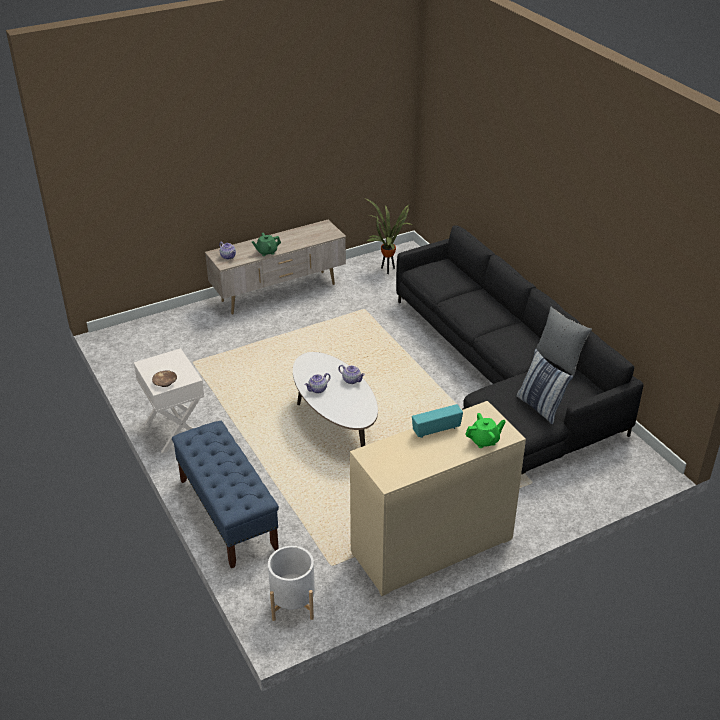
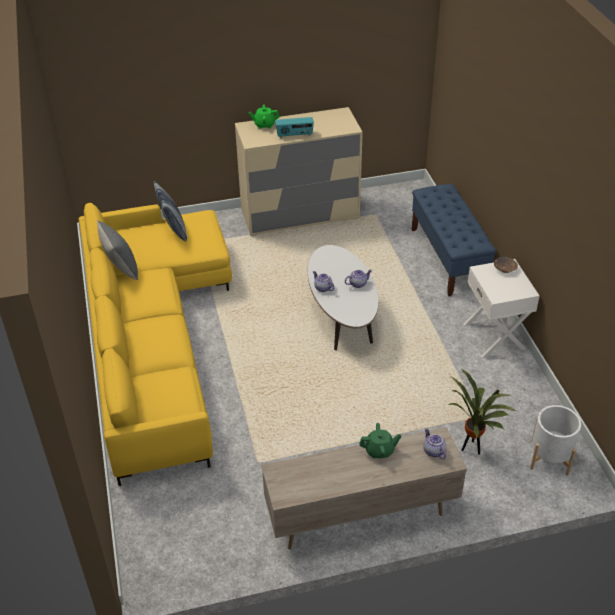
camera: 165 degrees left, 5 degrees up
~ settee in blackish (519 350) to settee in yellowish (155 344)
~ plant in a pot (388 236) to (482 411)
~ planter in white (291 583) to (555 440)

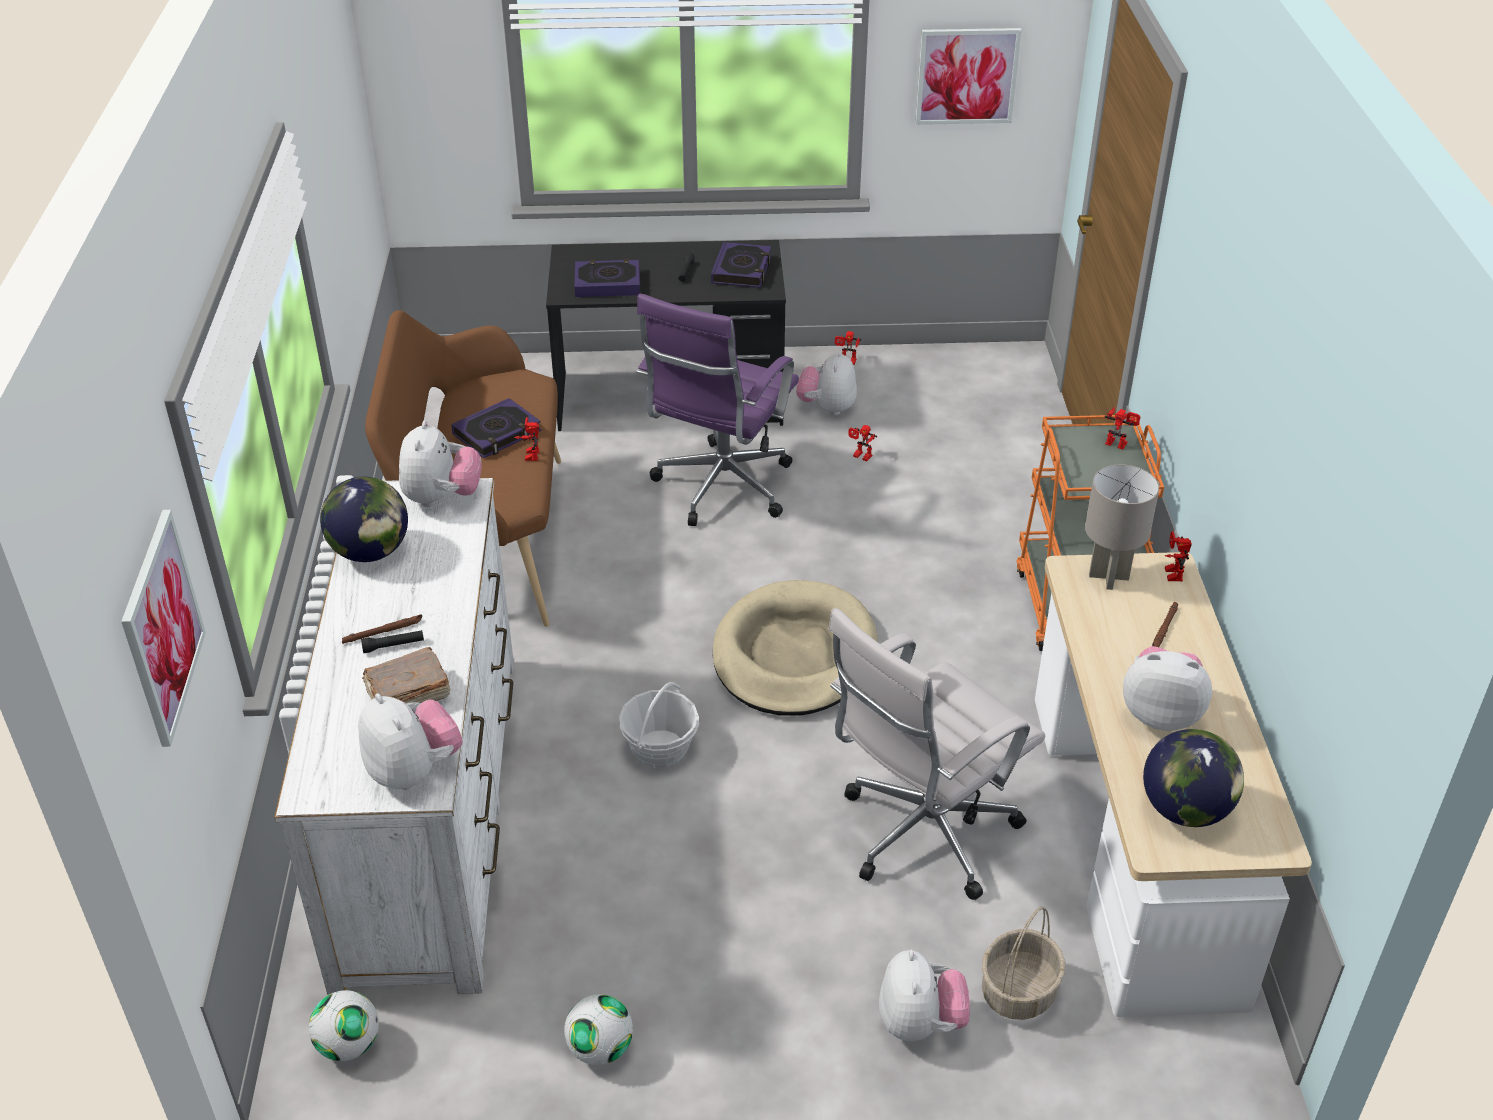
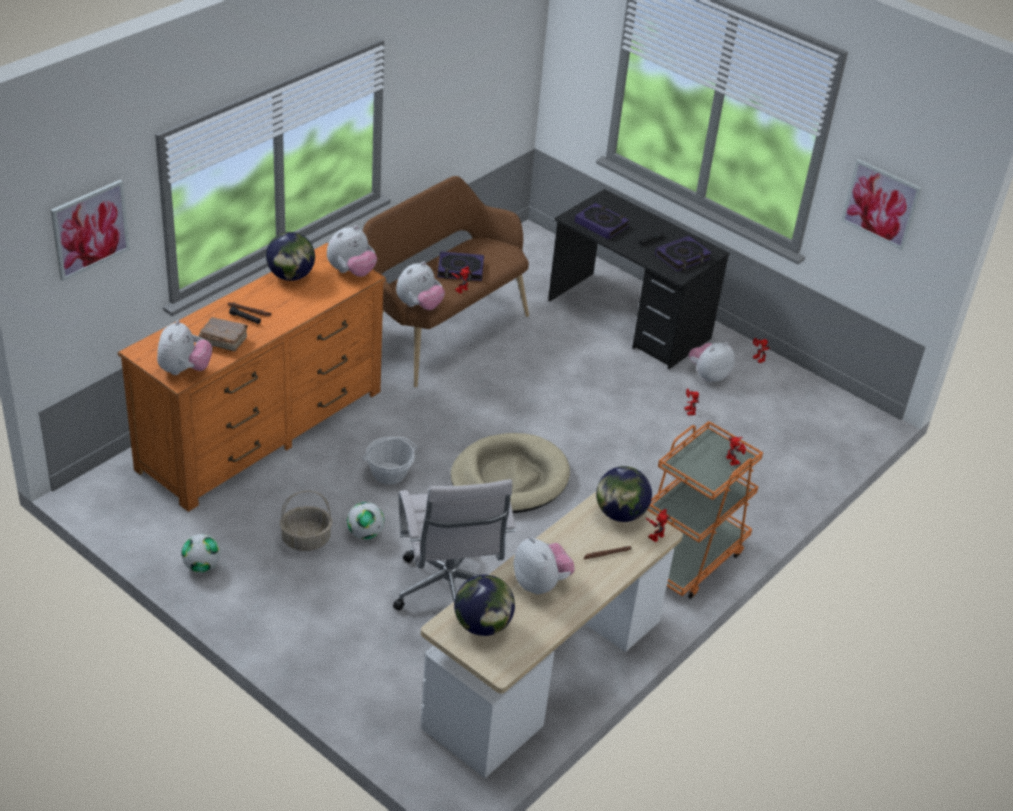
camera: 40 degrees right, 0 degrees up
~ chest of drawers in white (394 736) to chest of drawers in orange (251 377)
~ household basket (1023 963) to (306 521)
~ ball for football (344 1025) to (365 520)
~ computer chair in white (936 754) = (454 545) 105 degrees counterclockwise
~ soft toy (924 995) to (420 285)
~ tabletop lamp in grey (1122 527) to world globe (624 494)
- computer chair in purple-coloured (718 409)

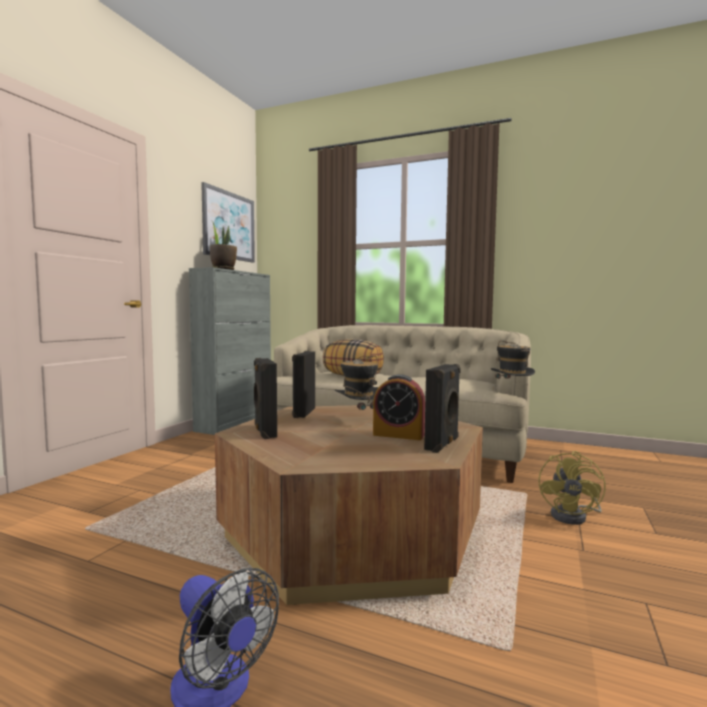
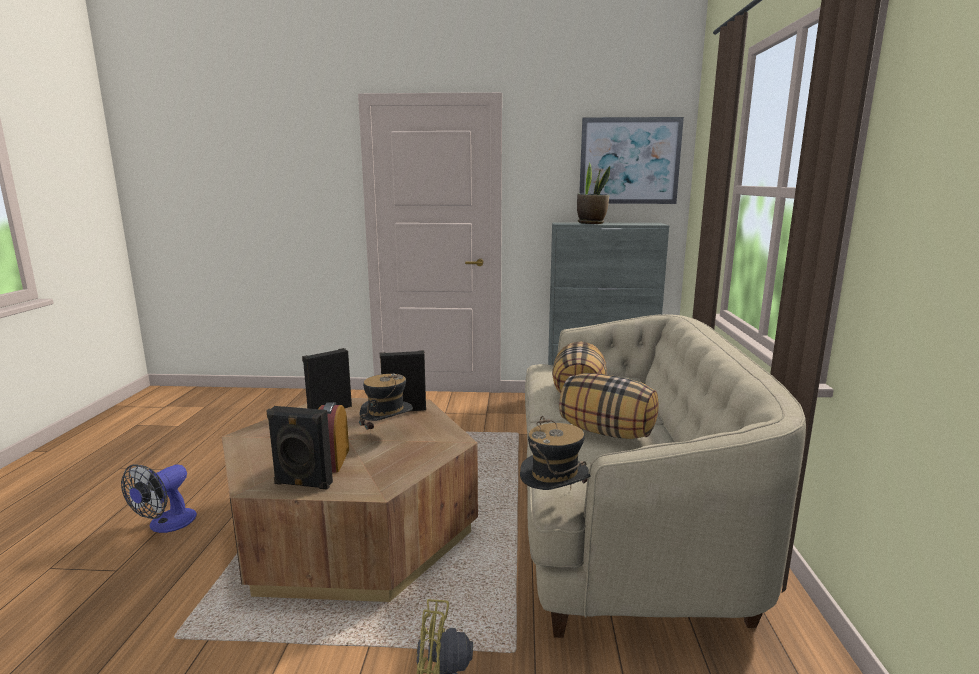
camera: 70 degrees right, 10 degrees up
+ pillow (609 406)

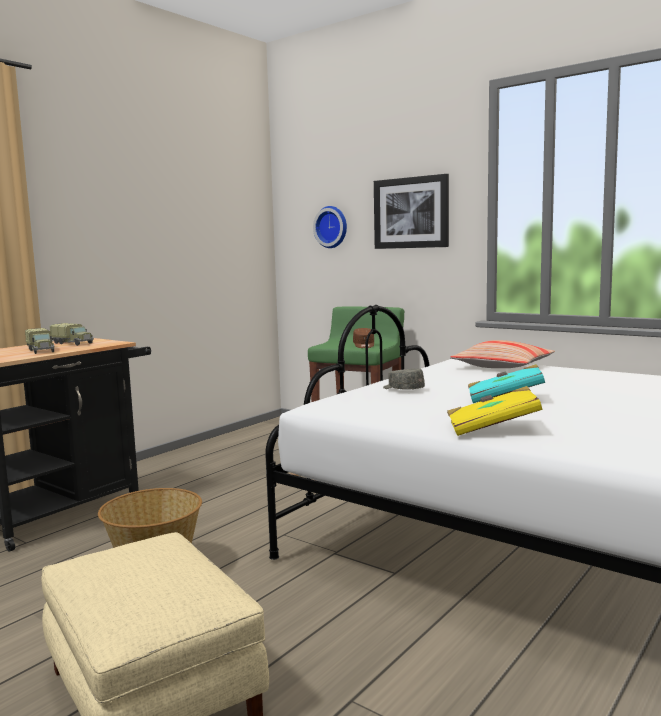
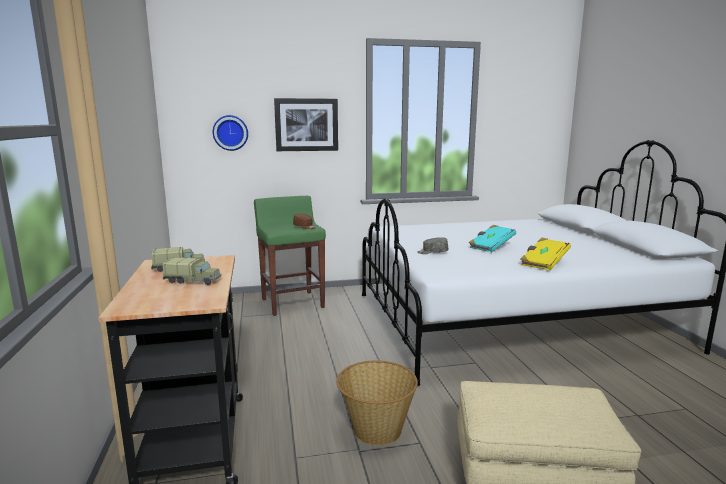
camera: 50 degrees left, 5 degrees up
- pillow (502 354)

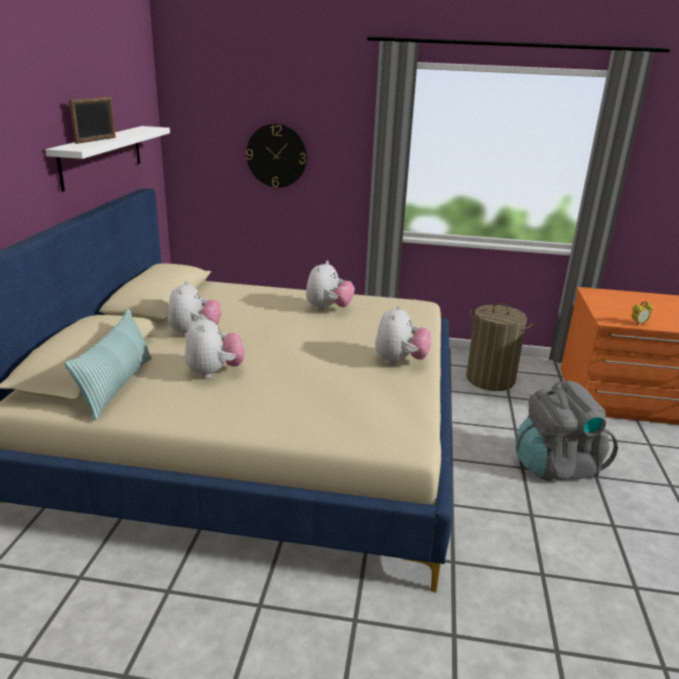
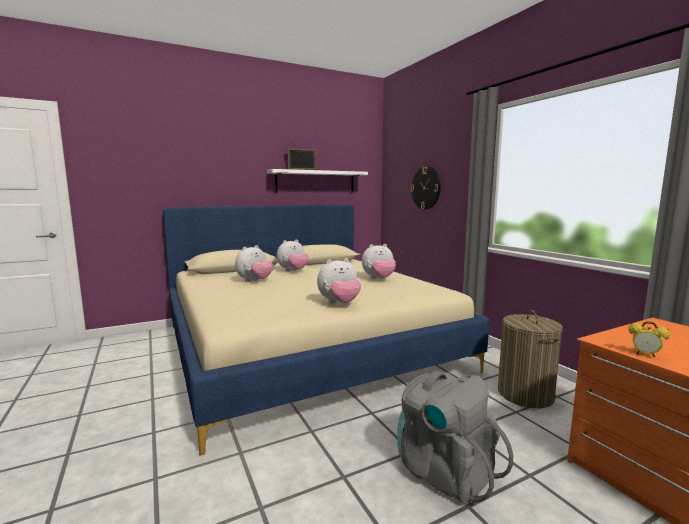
camera: 55 degrees right, 15 degrees down
- pillow (108 364)

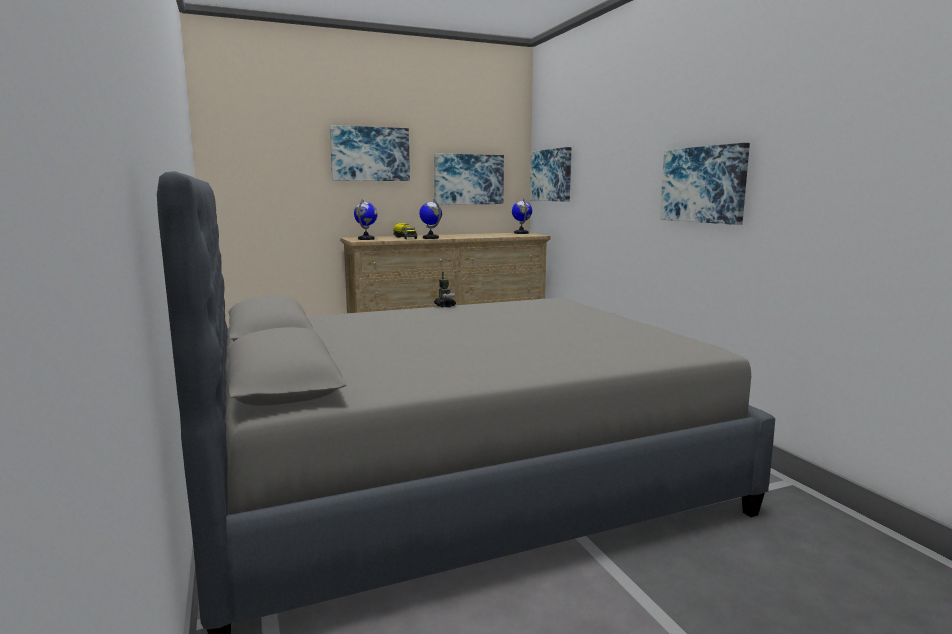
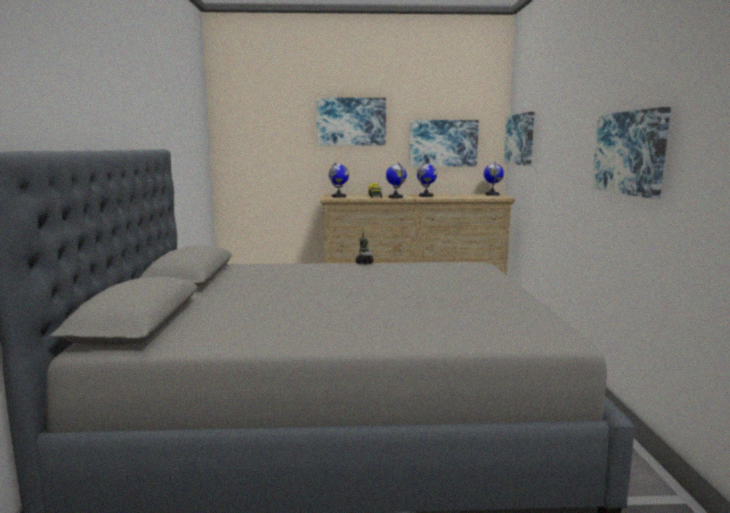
camera: 20 degrees right, 0 degrees up
+ world globe (427 179)

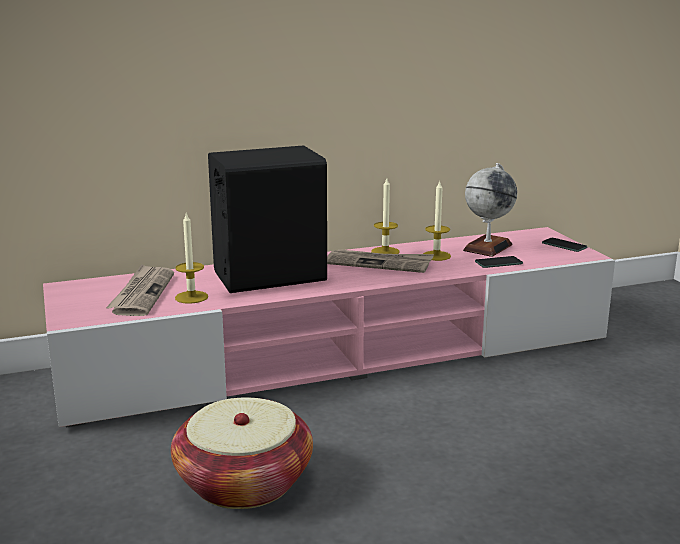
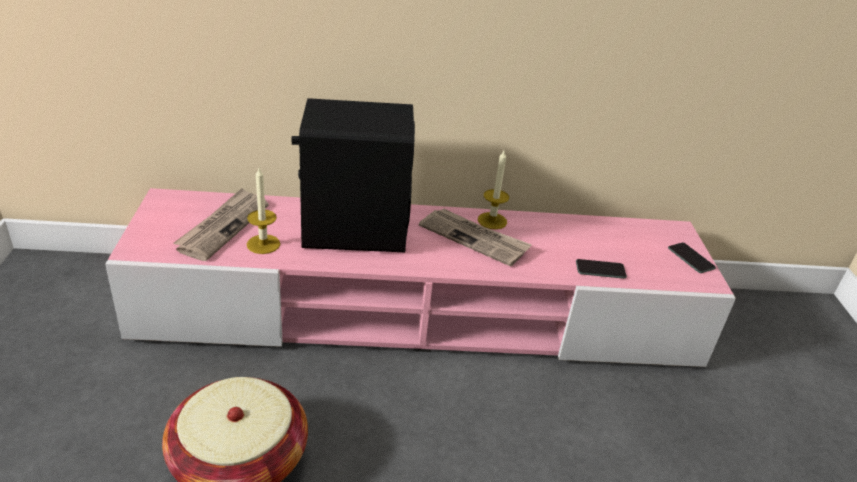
camera: 15 degrees right, 15 degrees up
- wax candle (437 220)
- world globe (490 210)

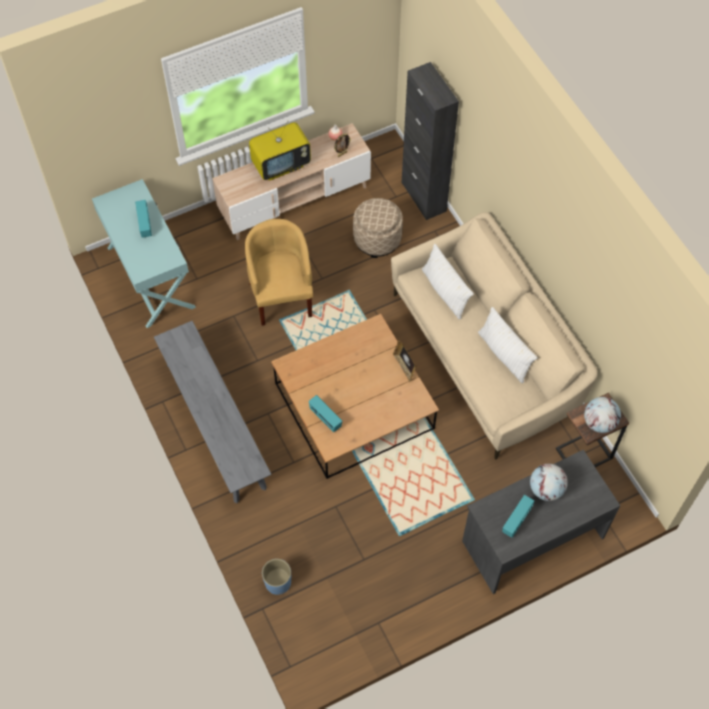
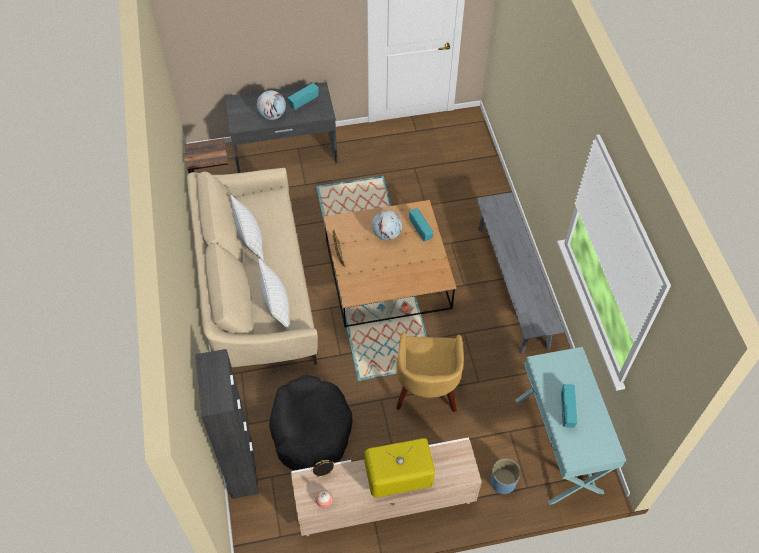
camera: 165 degrees left, 5 degrees down
~ footrest in beige-coloured (378 228) to dog bed in blackish (310 423)
~ world globe (602 415) to (387 225)
~ planter in blue (276 577) to (506 476)

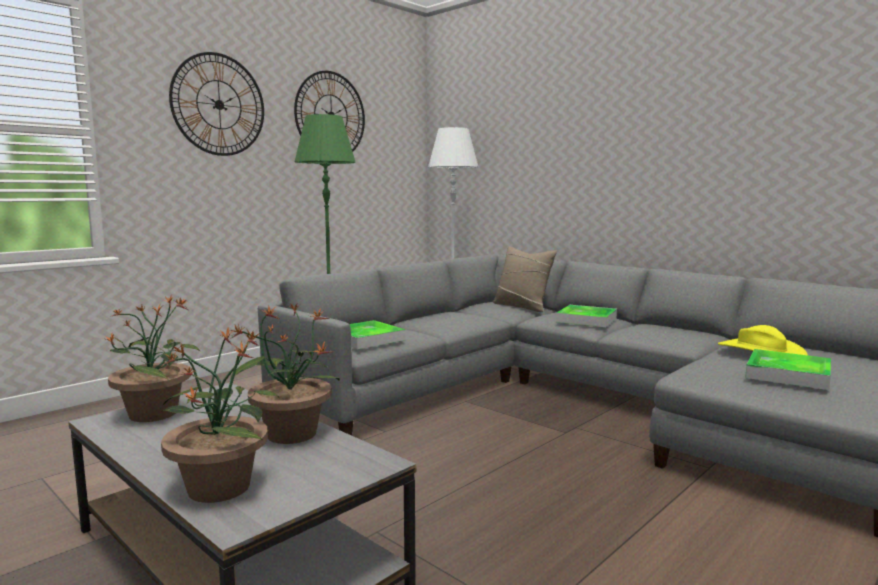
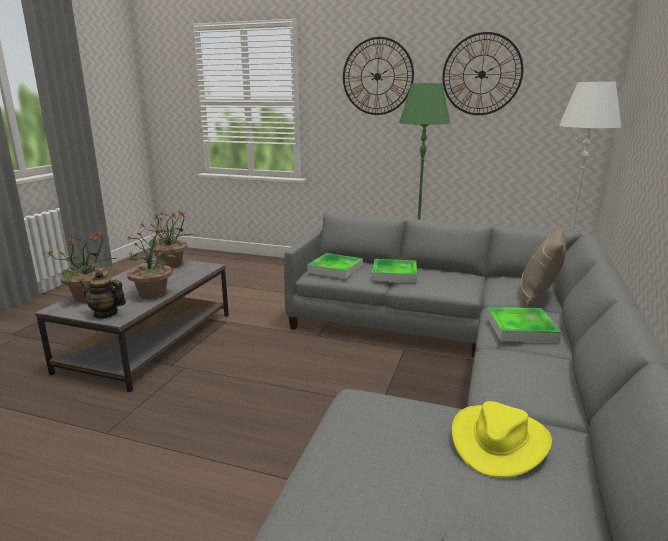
camera: 65 degrees right, 10 degrees up
+ teapot (102 295)
~ serving tray (788 369) to (394 271)

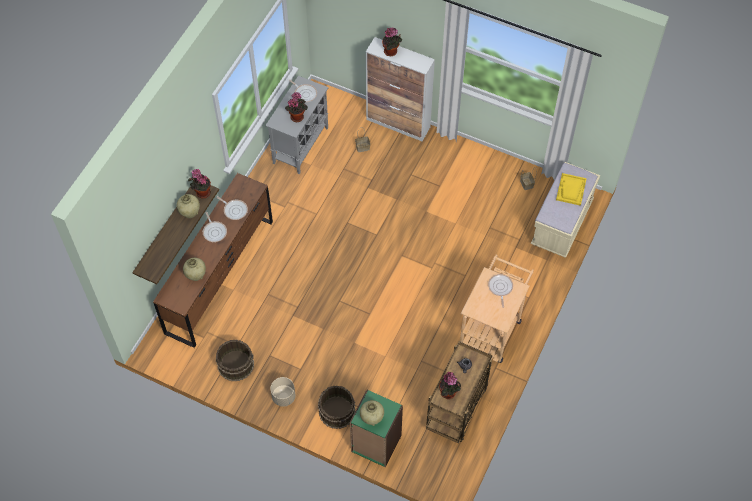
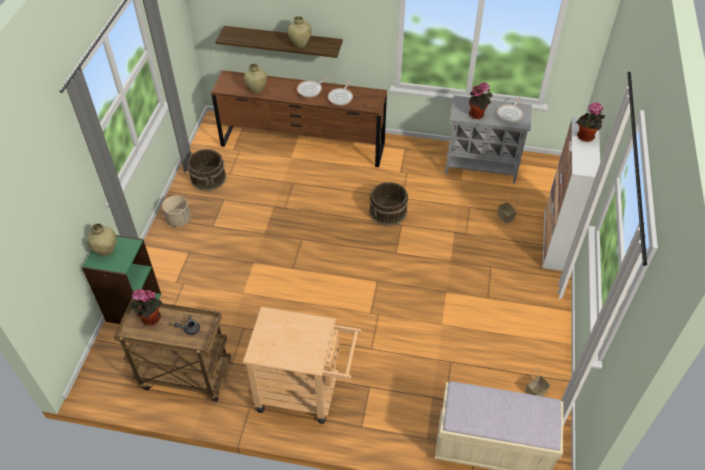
camera: 75 degrees right, 10 degrees down
~ bucket in brown-coloured (336 407) to (388 204)
- plant in a pot (199 183)
- skillet (500 291)
- serving tray in yellowish (571 189)

